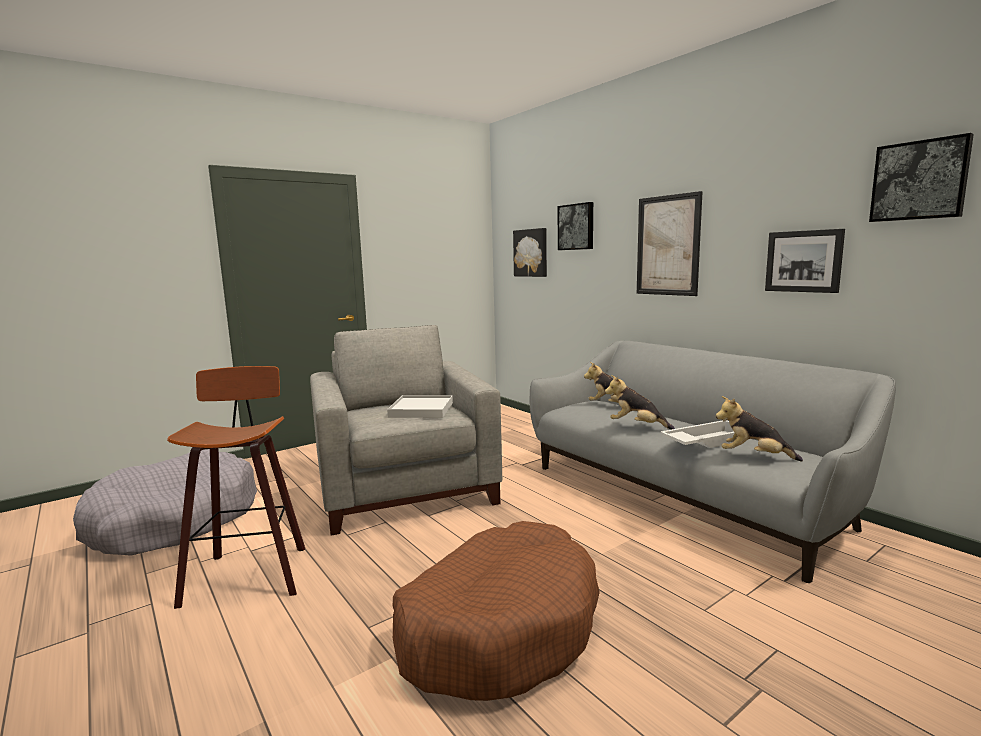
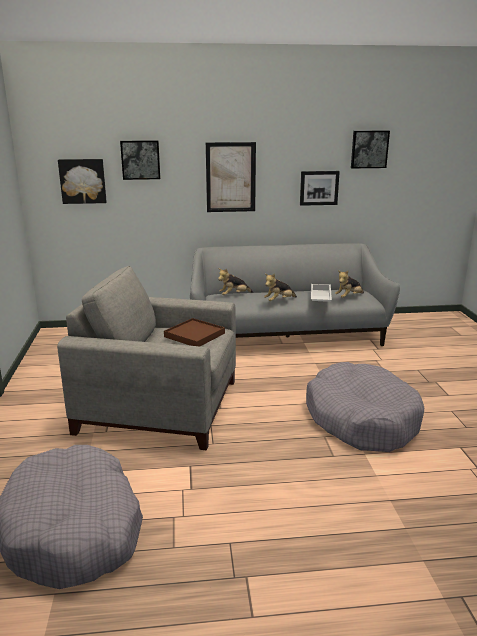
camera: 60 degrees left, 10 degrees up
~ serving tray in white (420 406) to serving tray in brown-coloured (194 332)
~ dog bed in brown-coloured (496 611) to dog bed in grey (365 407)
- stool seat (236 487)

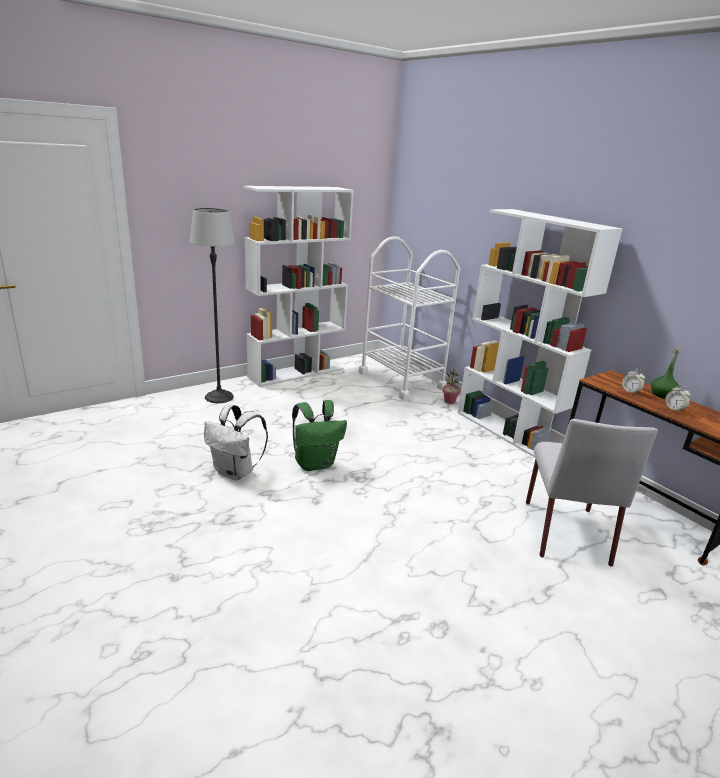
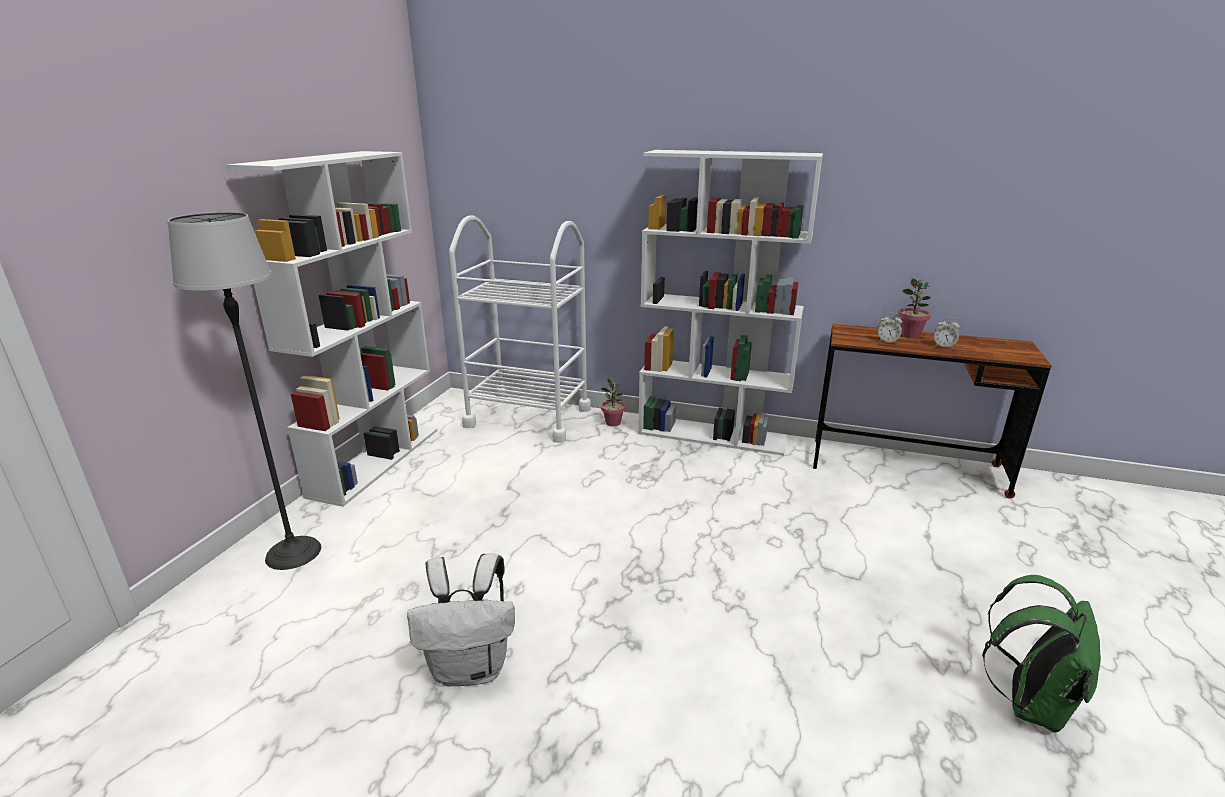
camera: 35 degrees left, 0 degrees up
~ beverage bottle in green (665 373) to plant in a pot (914 308)
~ knapsack in green (319 435) to (1041 654)
- upright chair in grey (592 493)

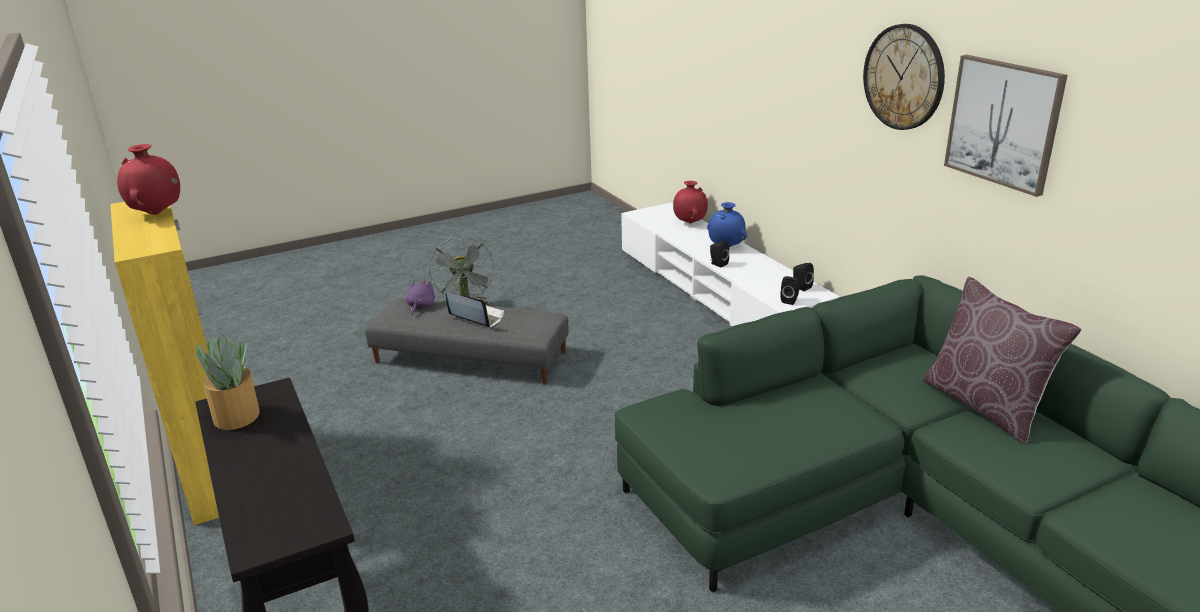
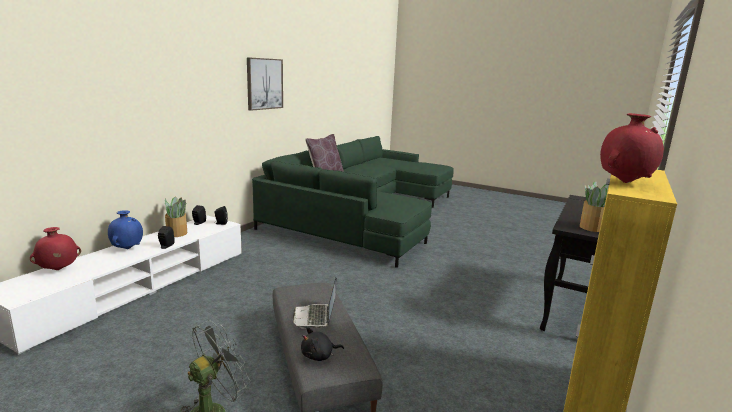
camera: 125 degrees left, 10 degrees down
+ plant in a pot (176 216)
~ soft toy in purple-coloured (420 297) to soft toy in blackish (322 344)
- wall clock (904 77)

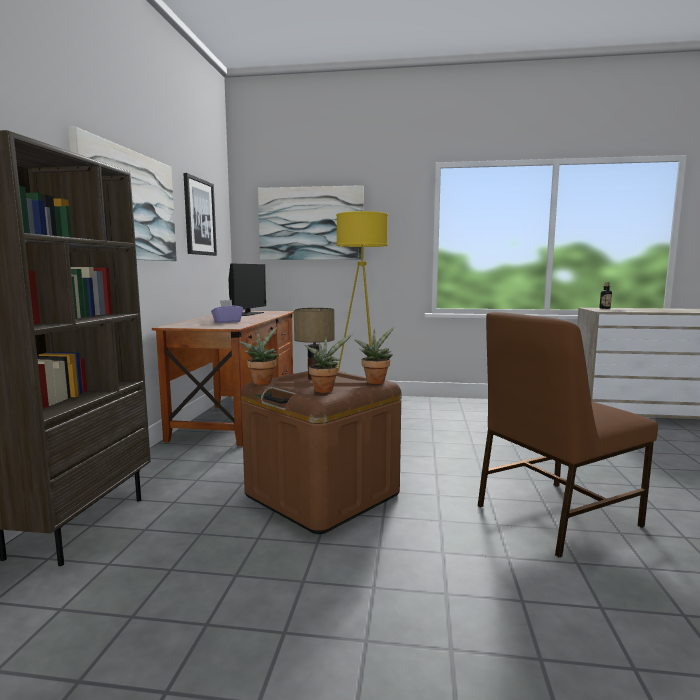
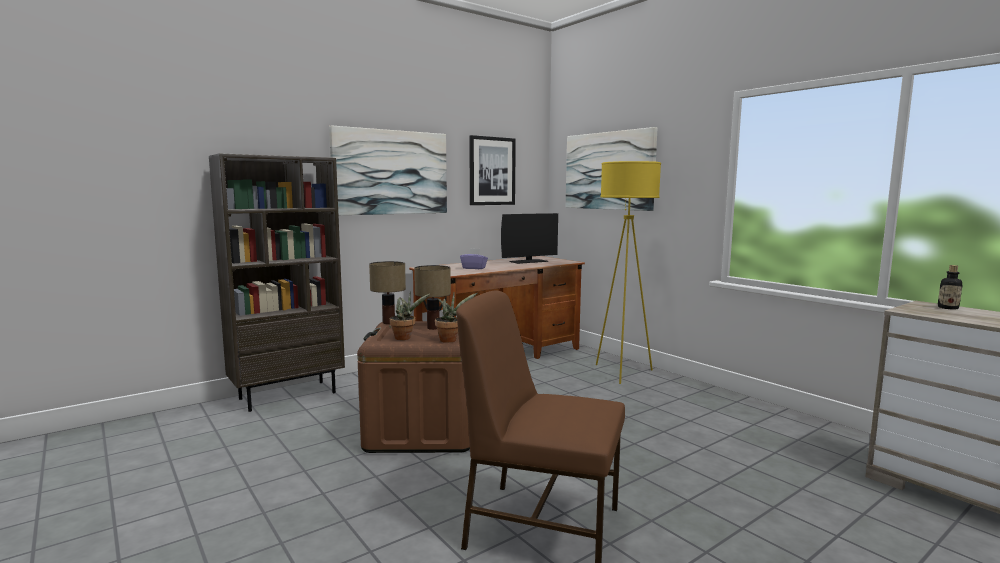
camera: 45 degrees right, 0 degrees up
~ plant in a pot (259 356) to tabletop lamp (387 292)

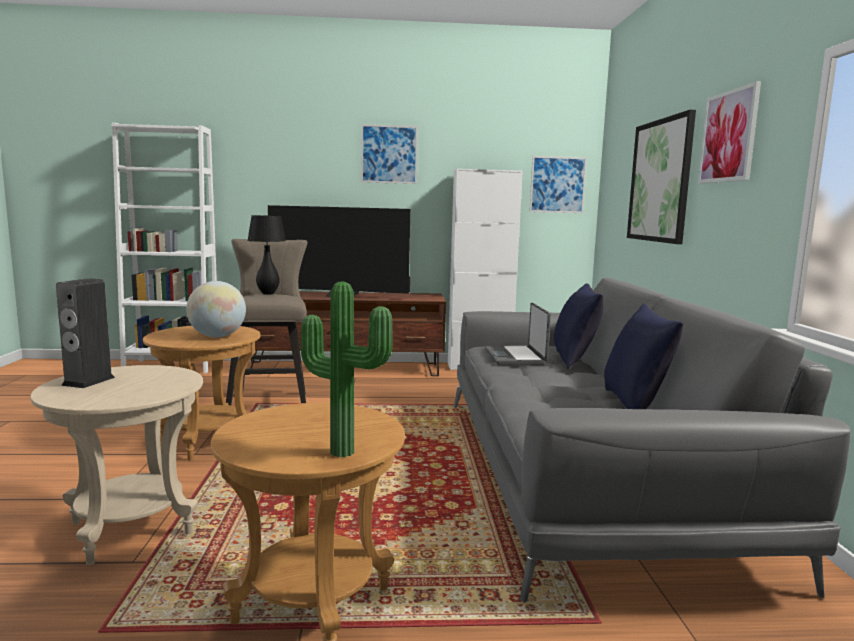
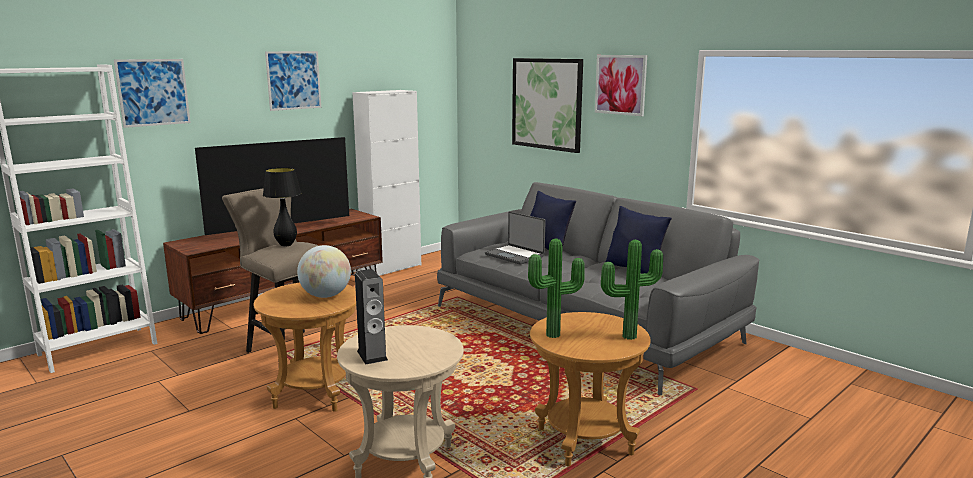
camera: 40 degrees left, 5 degrees up
~ wall art (558 184) to (152 93)
+ plant in a pot (556 288)

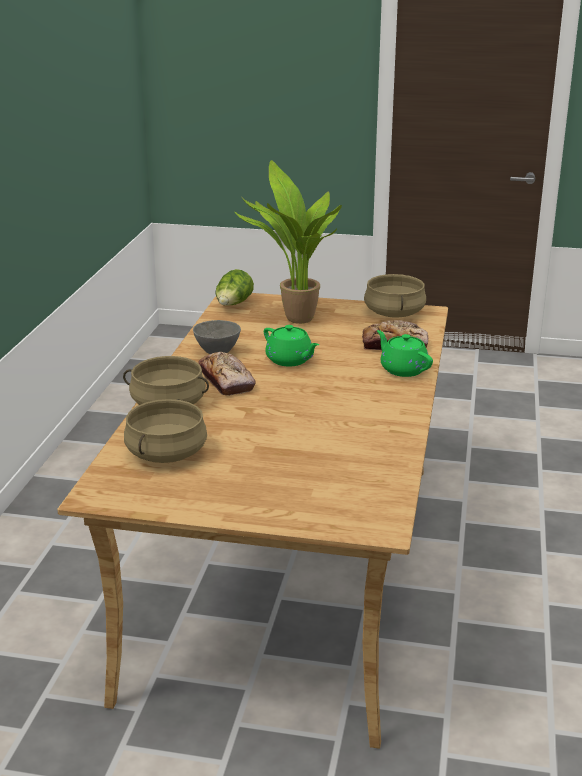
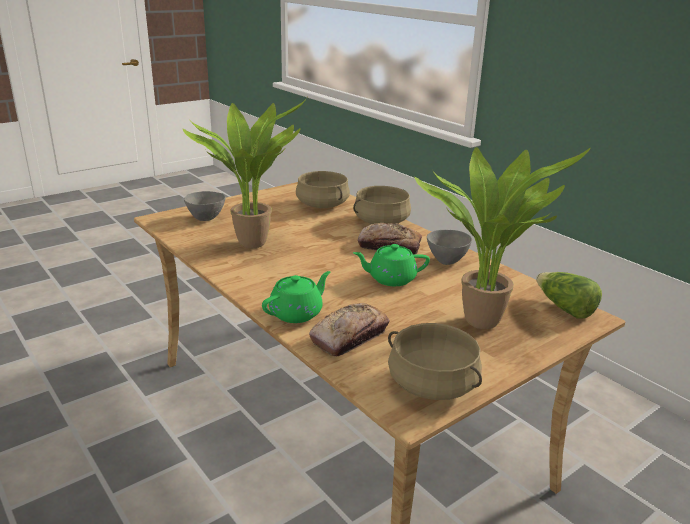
camera: 130 degrees right, 0 degrees up
+ plant in a pot (246 171)
+ deep dish in grey (204 206)
~ teapot in green (405 353) = (296 297) 45 degrees counterclockwise

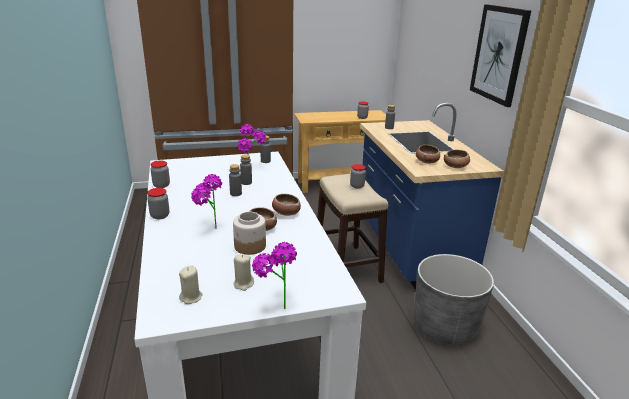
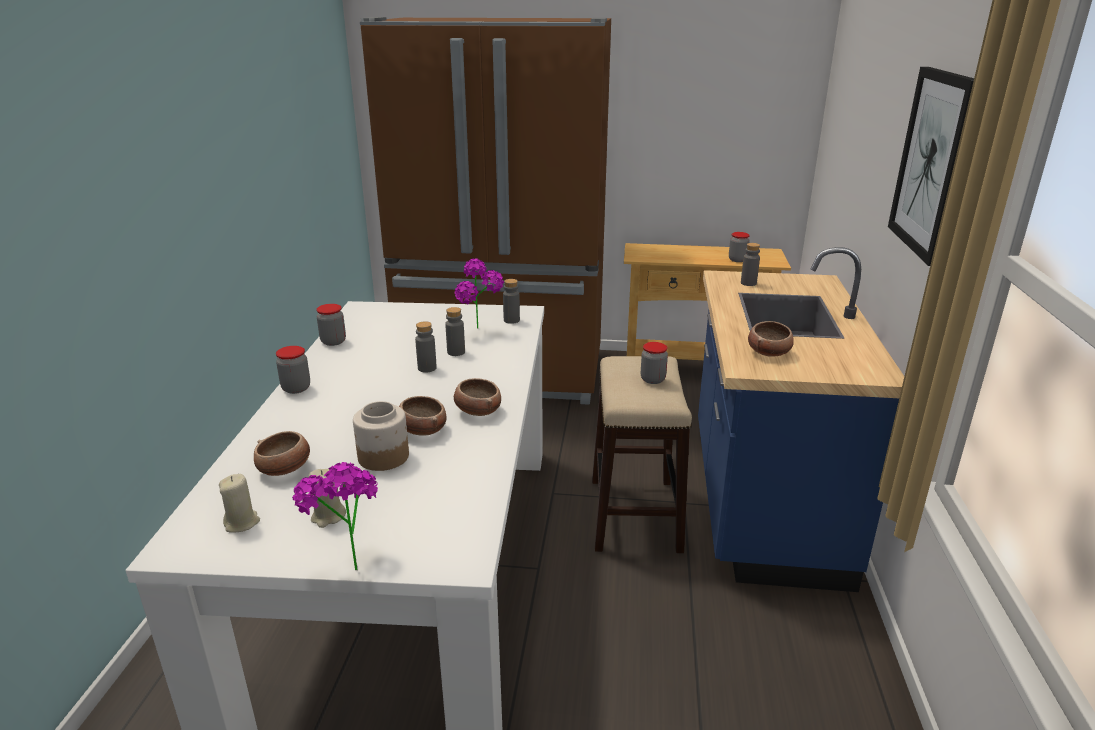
camera: 20 degrees right, 0 degrees up
~ deep dish (457 159) to (282 453)
- plant in a pot (206 201)
- planter in grey (454 299)

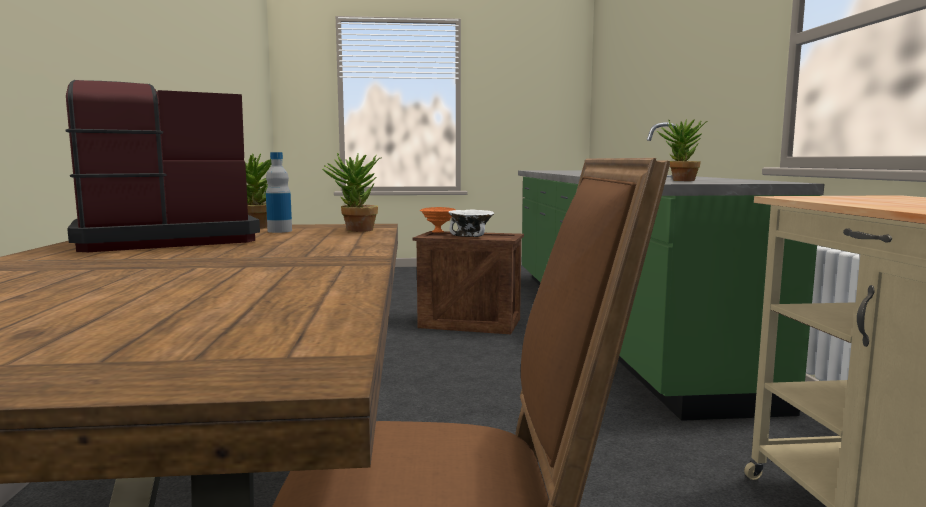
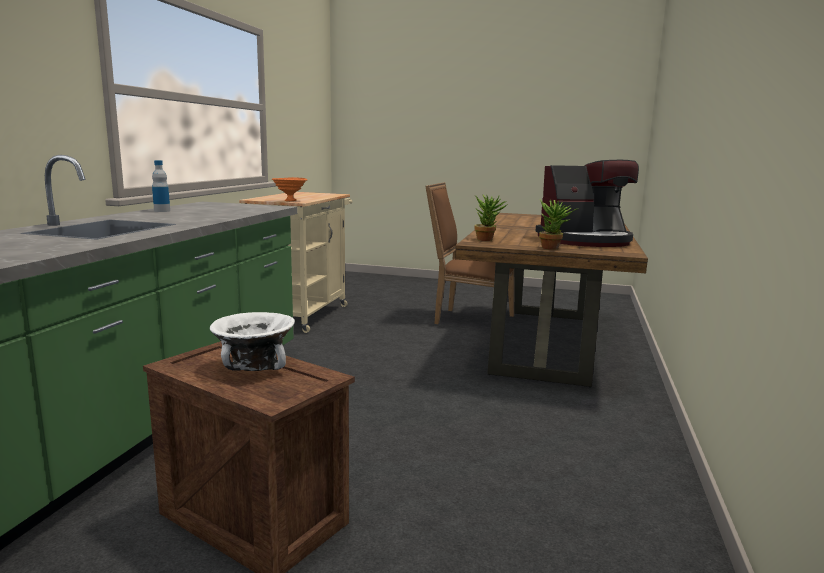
camera: 160 degrees left, 5 degrees up
~ beverage bottle (279 192) to (161 186)
~ deep dish in orange (438 220) to (289 189)
- plant in a pot (682 150)

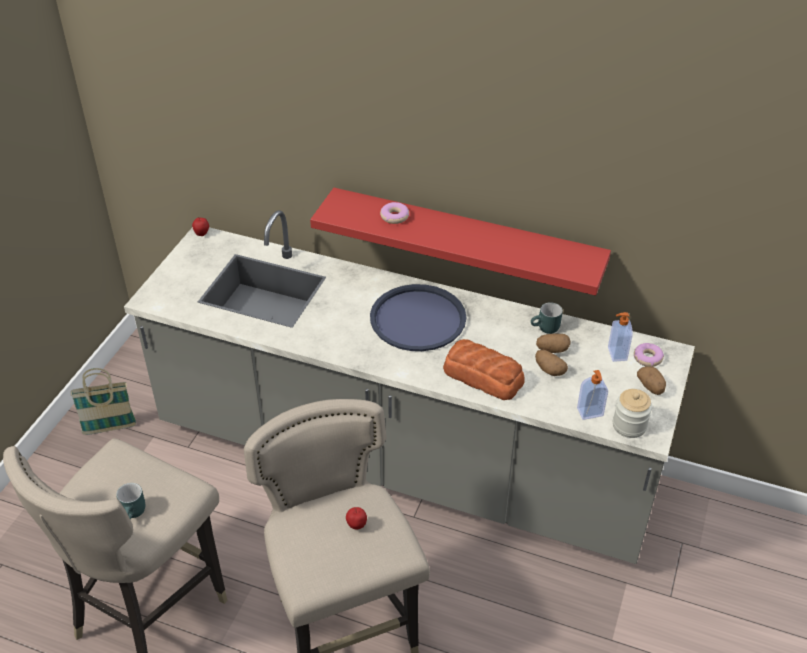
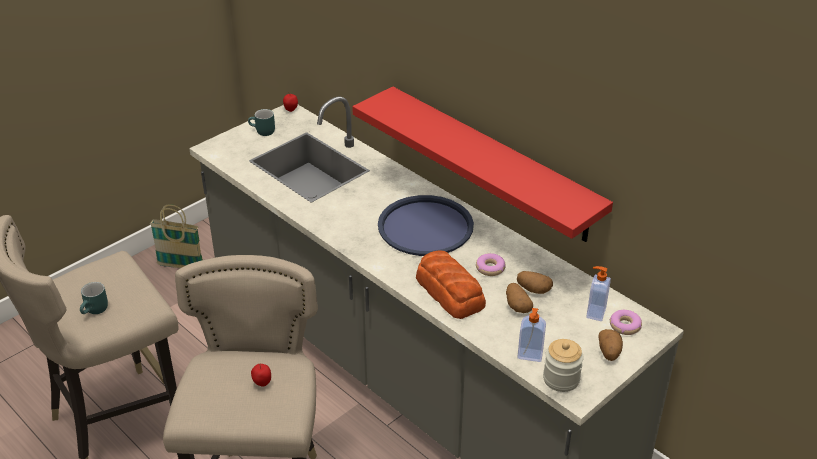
camera: 25 degrees right, 5 degrees down
~ mug in blue-green (547 318) to (261 122)
~ doughnut (394 213) to (491 264)

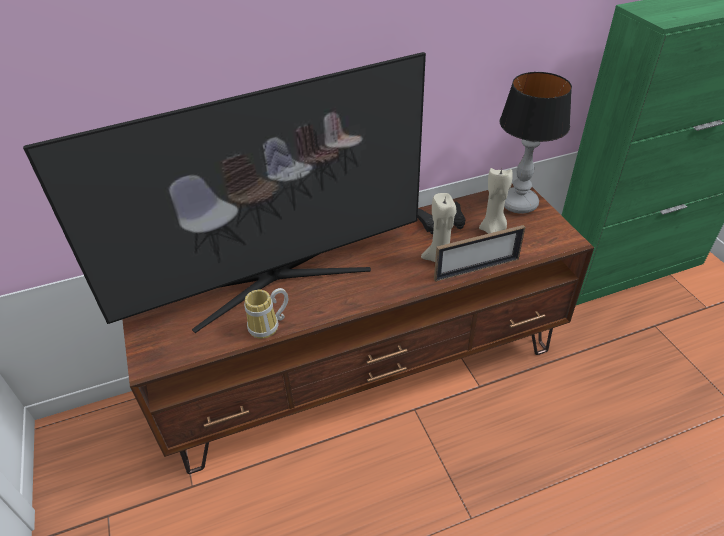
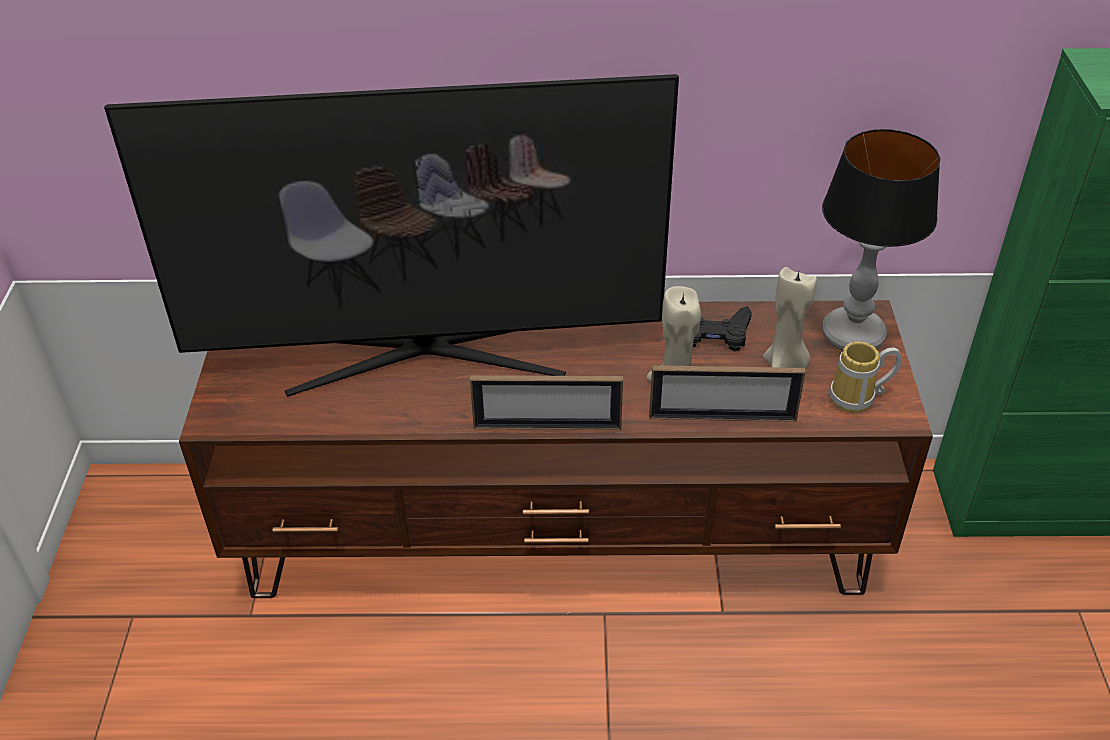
camera: 20 degrees right, 0 degrees up
+ photo frame (546 402)
~ mug (266 313) to (865 377)

